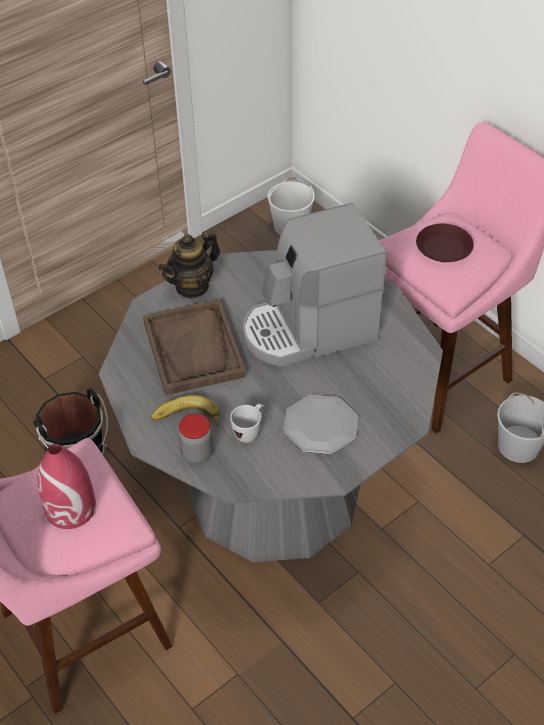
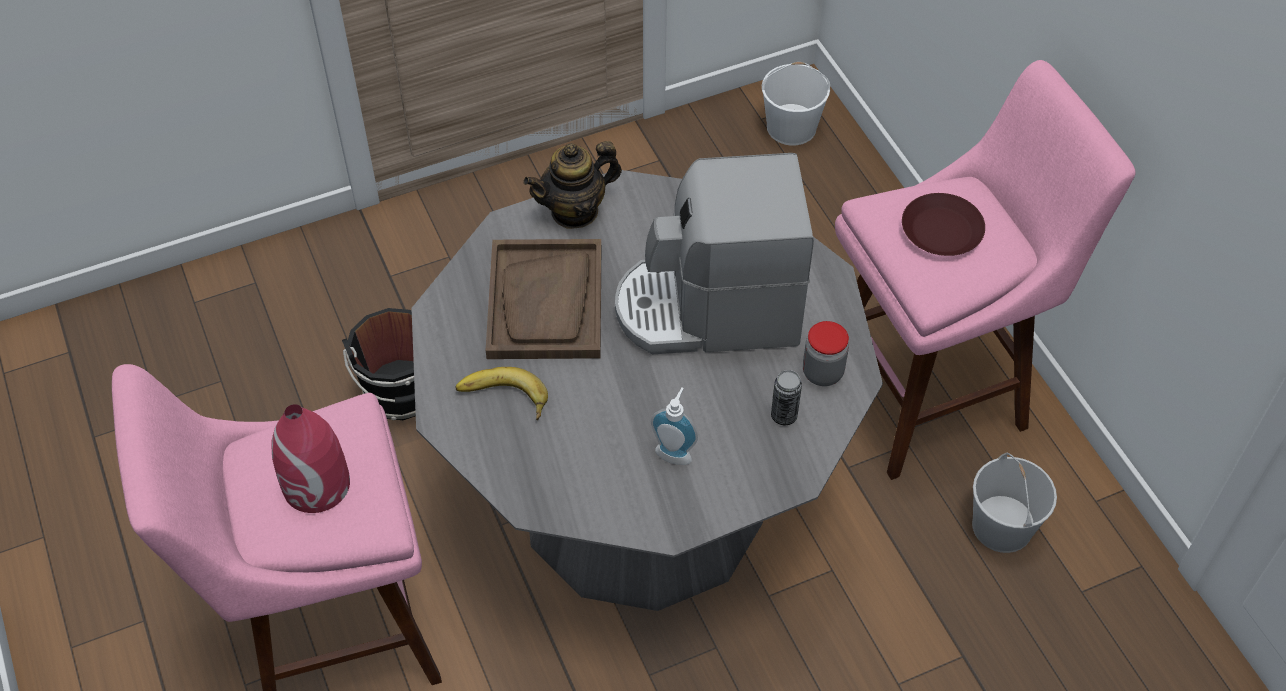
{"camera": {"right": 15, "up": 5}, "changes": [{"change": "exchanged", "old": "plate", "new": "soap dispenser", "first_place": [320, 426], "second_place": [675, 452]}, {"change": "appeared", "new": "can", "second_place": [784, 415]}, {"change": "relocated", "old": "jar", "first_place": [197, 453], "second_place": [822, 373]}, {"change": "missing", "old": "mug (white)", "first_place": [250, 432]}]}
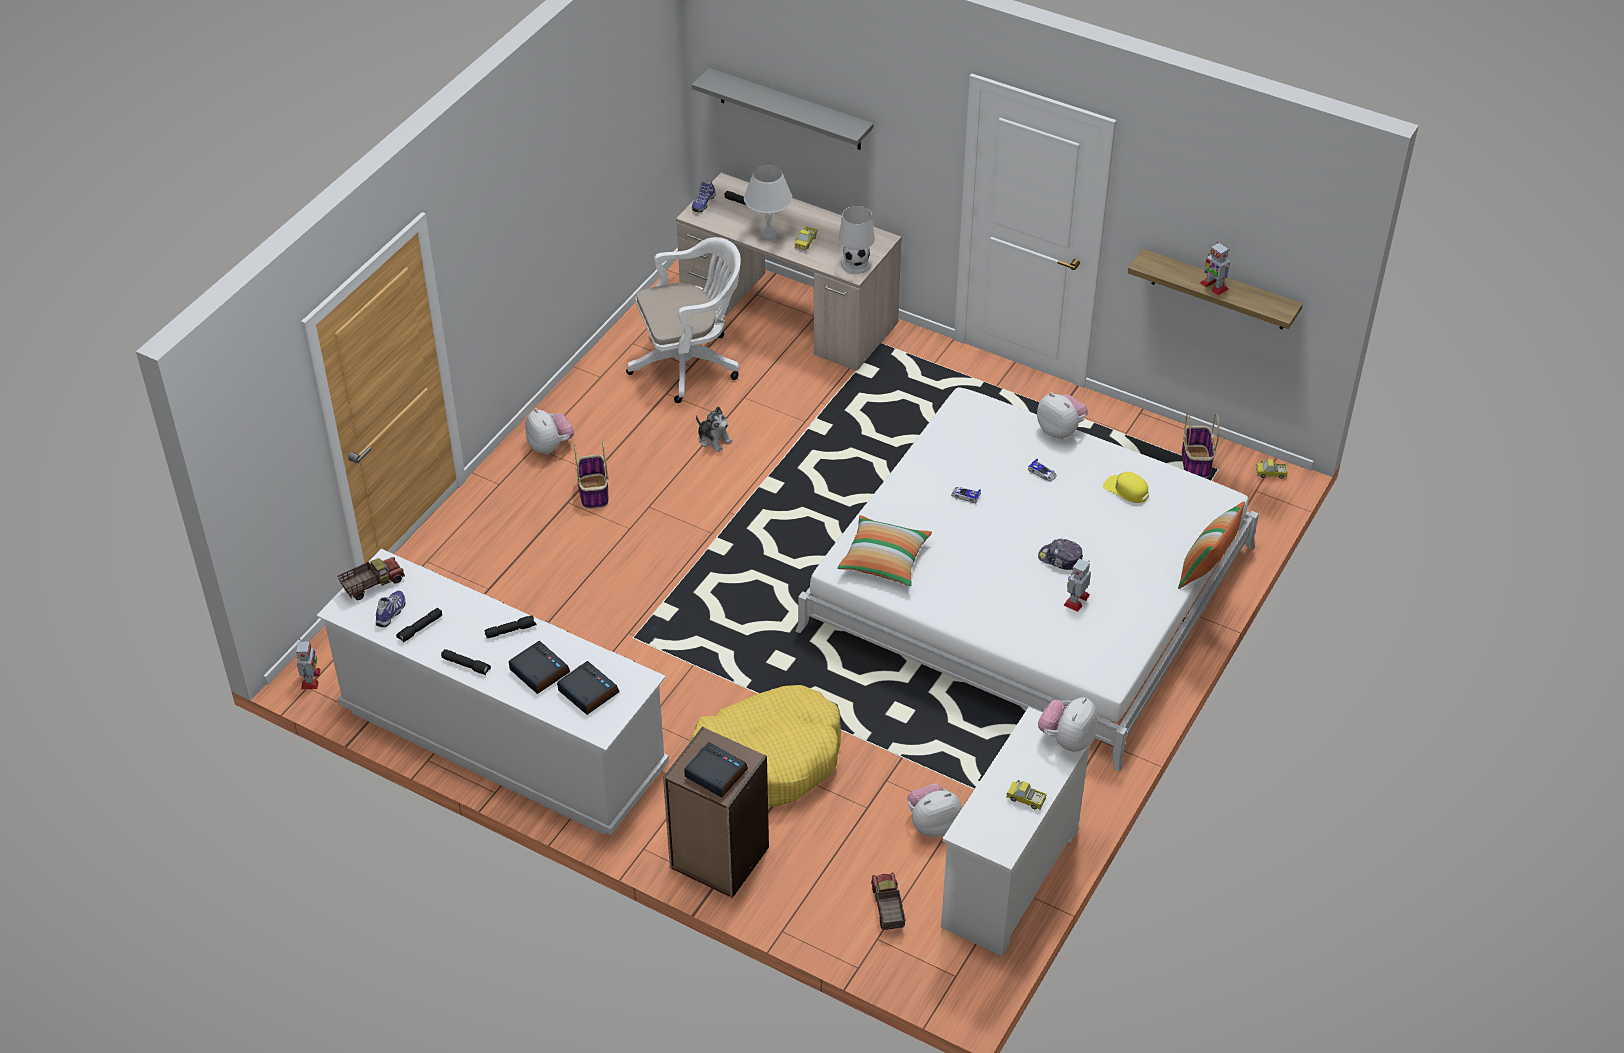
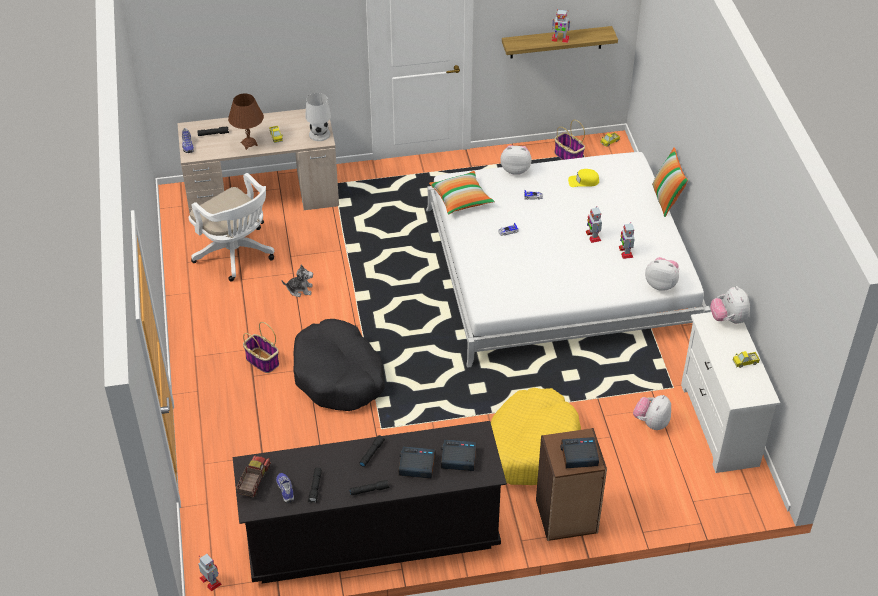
{"camera": {"right": -40, "up": 0}, "changes": [{"change": "spun", "old": "office chair (white)", "first_place": [690, 363], "second_place": [236, 254], "degrees": 105}, {"change": "colour", "old": "table lamp (white)", "new": "table lamp (brown)", "first_place": [768, 235], "second_place": [249, 144]}, {"change": "colour", "old": "dresser (white)", "new": "dresser (black)", "first_place": [503, 739], "second_place": [372, 535]}, {"change": "appeared", "new": "dog bed (black)", "second_place": [338, 375]}, {"change": "relocated", "old": "pillow", "first_place": [884, 560], "second_place": [461, 199]}, {"change": "exchanged", "old": "cap", "new": "toy robot", "first_place": [1060, 559], "second_place": [593, 236]}, {"change": "relocated", "old": "plush toy", "first_place": [550, 446], "second_place": [661, 284]}, {"change": "missing", "old": "shelf (grey)", "first_place": [790, 110]}, {"change": "missing", "old": "toy truck", "first_place": [887, 908]}]}
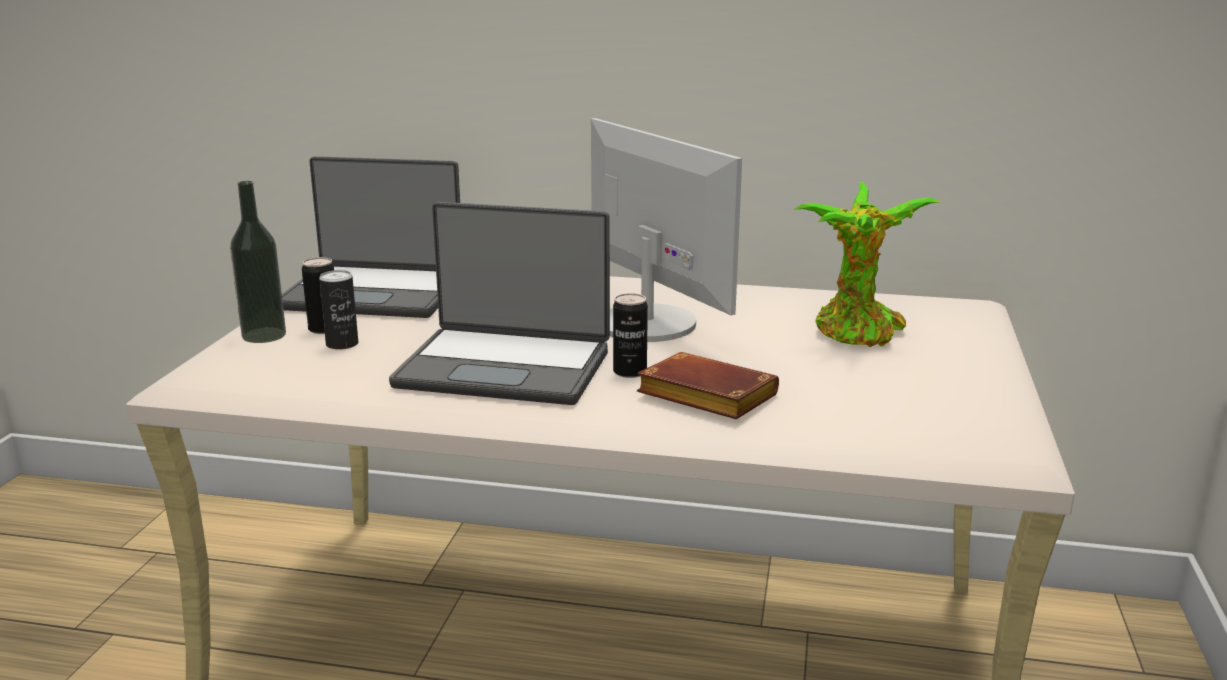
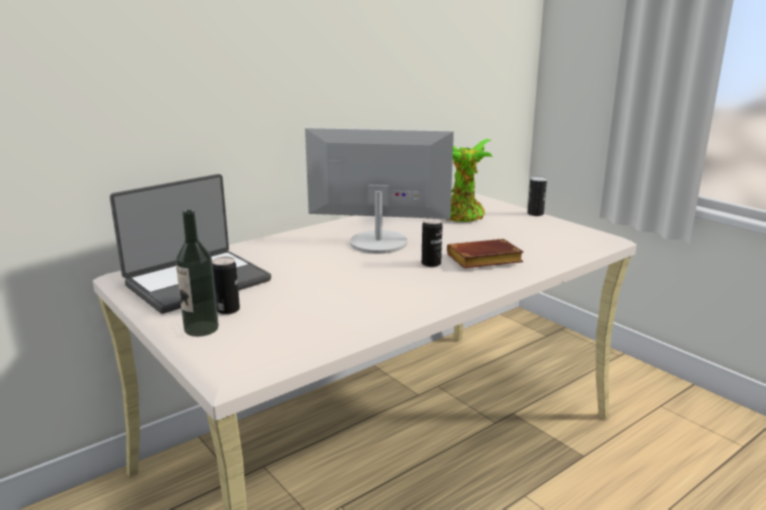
{"camera": {"right": -50, "up": 0}, "changes": [{"change": "relocated", "old": "can", "first_place": [342, 344], "second_place": [535, 214]}, {"change": "missing", "old": "laptop", "first_place": [505, 367]}]}
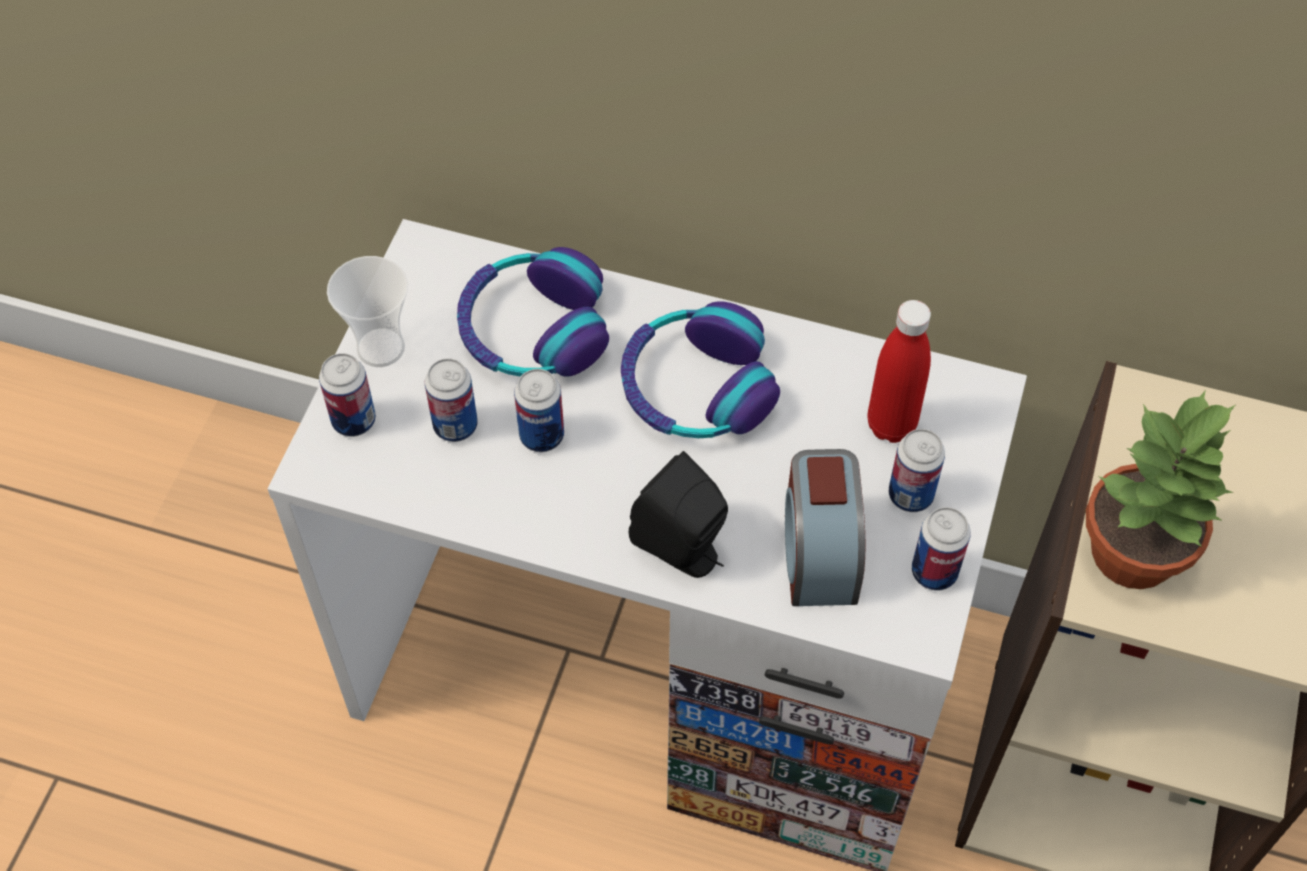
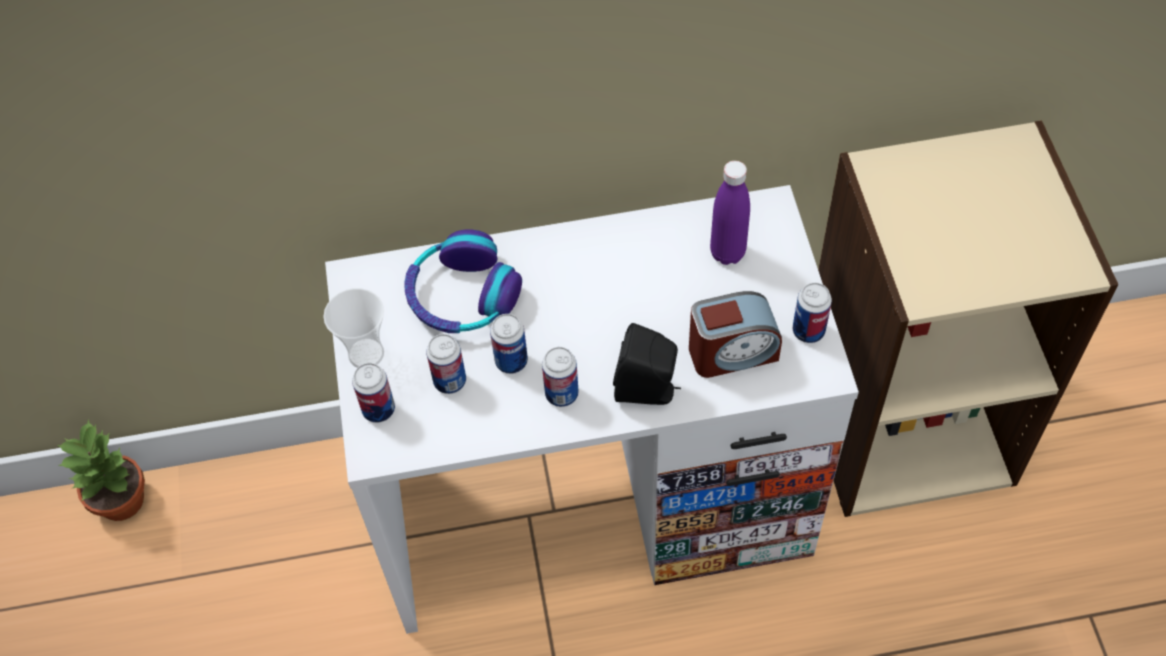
{"camera": {"right": -25, "up": 0}, "changes": [{"change": "relocated", "old": "potted plant", "first_place": [1135, 553], "second_place": [123, 500]}, {"change": "relocated", "old": "can", "first_place": [910, 495], "second_place": [561, 394]}, {"change": "spun", "old": "alarm clock", "first_place": [819, 552], "second_place": [732, 352], "degrees": -75}, {"change": "colour", "old": "bottle (red)", "new": "bottle (purple)", "first_place": [891, 425], "second_place": [727, 253]}, {"change": "missing", "old": "headphones", "first_place": [696, 388]}]}
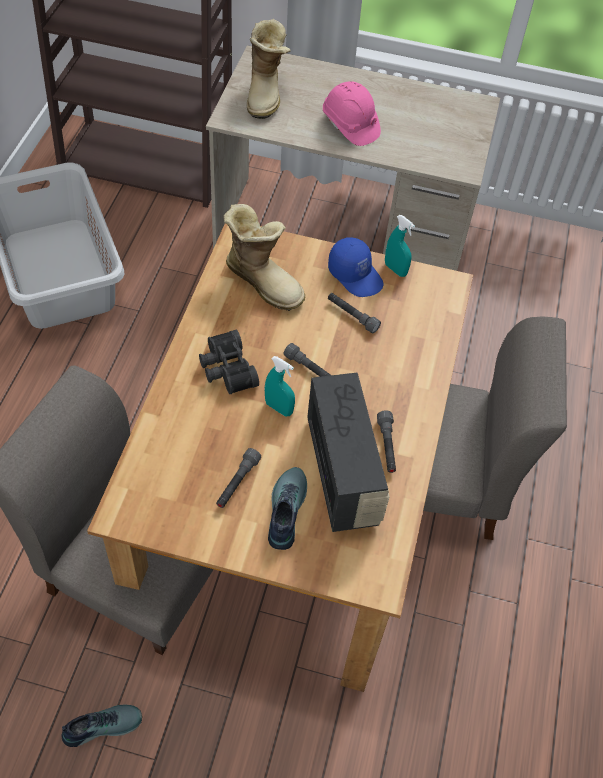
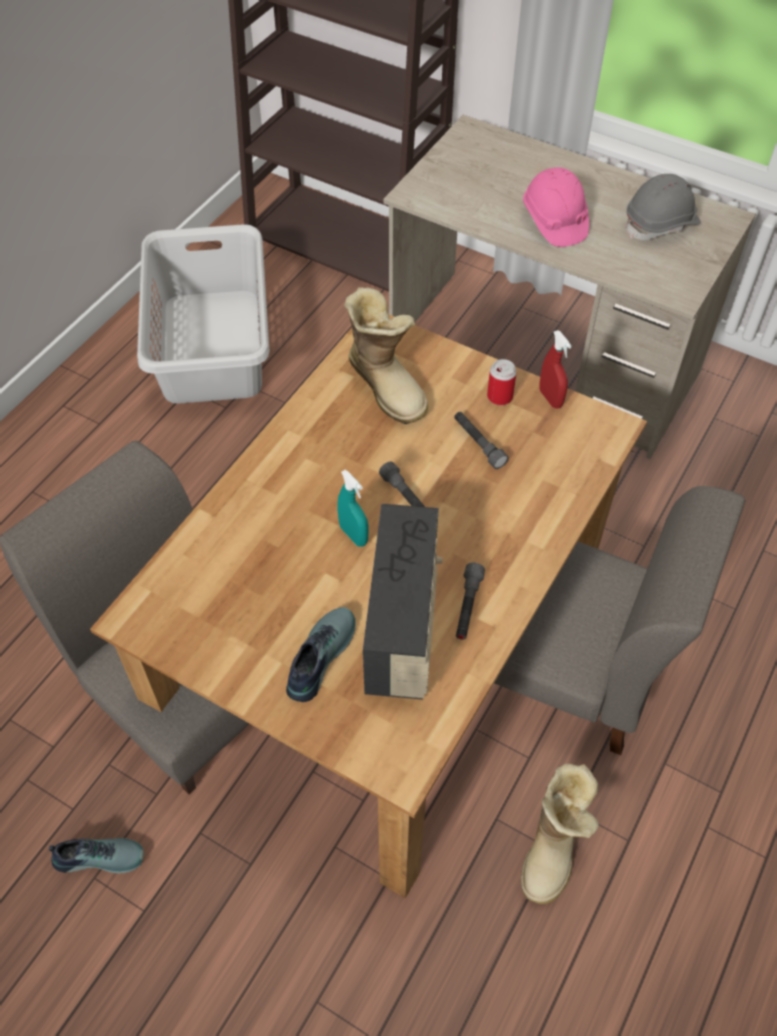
{"camera": {"right": 20, "up": 0}, "changes": [{"change": "exchanged", "old": "cap (blue)", "new": "can", "first_place": [356, 275], "second_place": [499, 396]}, {"change": "relocated", "old": "boot", "first_place": [266, 94], "second_place": [554, 847]}, {"change": "colour", "old": "spray bottle (turquoise)", "new": "spray bottle (red)", "first_place": [395, 269], "second_place": [550, 398]}, {"change": "appeared", "new": "hard hat (grey)", "second_place": [661, 224]}, {"change": "missing", "old": "binoculars (black)", "first_place": [226, 369]}, {"change": "missing", "old": "flashlight (grey)", "first_place": [237, 483]}]}
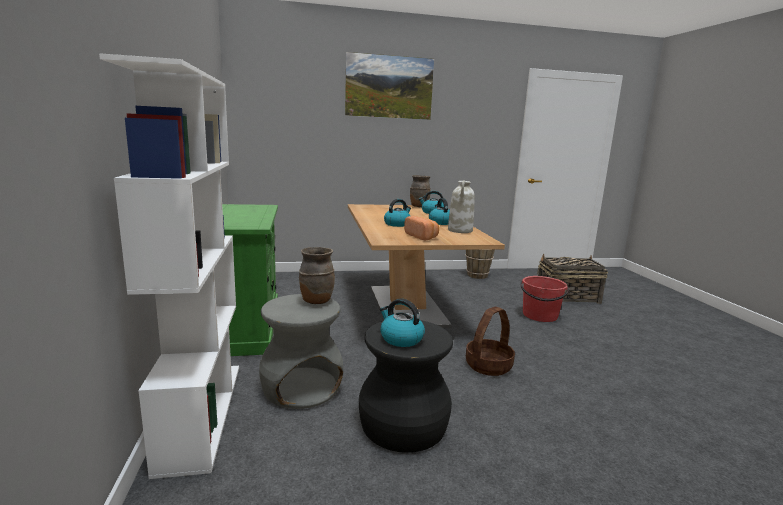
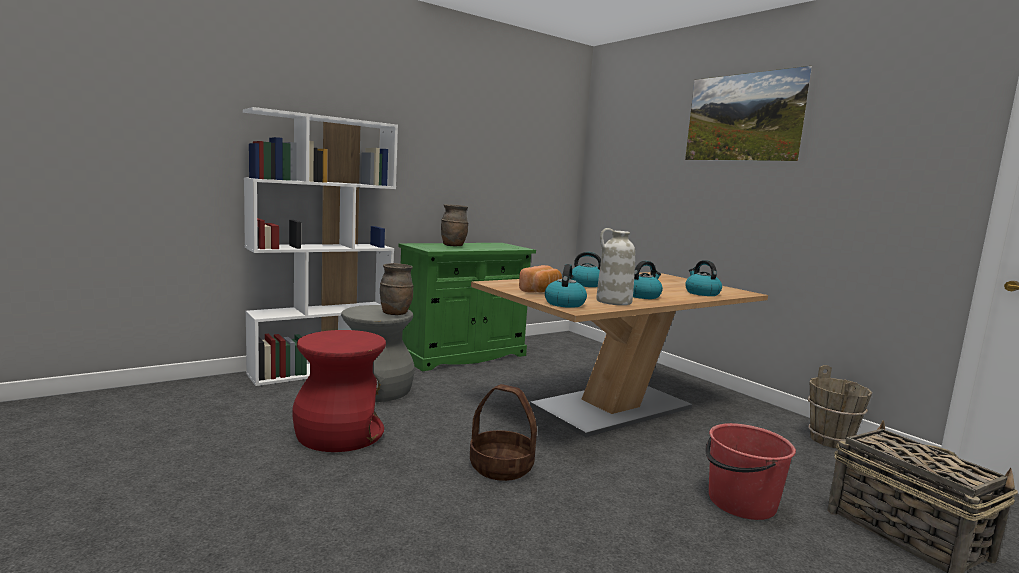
{"camera": {"right": 65, "up": -5}, "changes": [{"change": "colour", "old": "stool (black)", "new": "stool (red)", "first_place": [402, 426], "second_place": [339, 434]}, {"change": "relocated", "old": "vase (brown)", "first_place": [419, 206], "second_place": [453, 246]}, {"change": "relocated", "old": "kettle", "first_place": [400, 338], "second_place": [564, 303]}]}
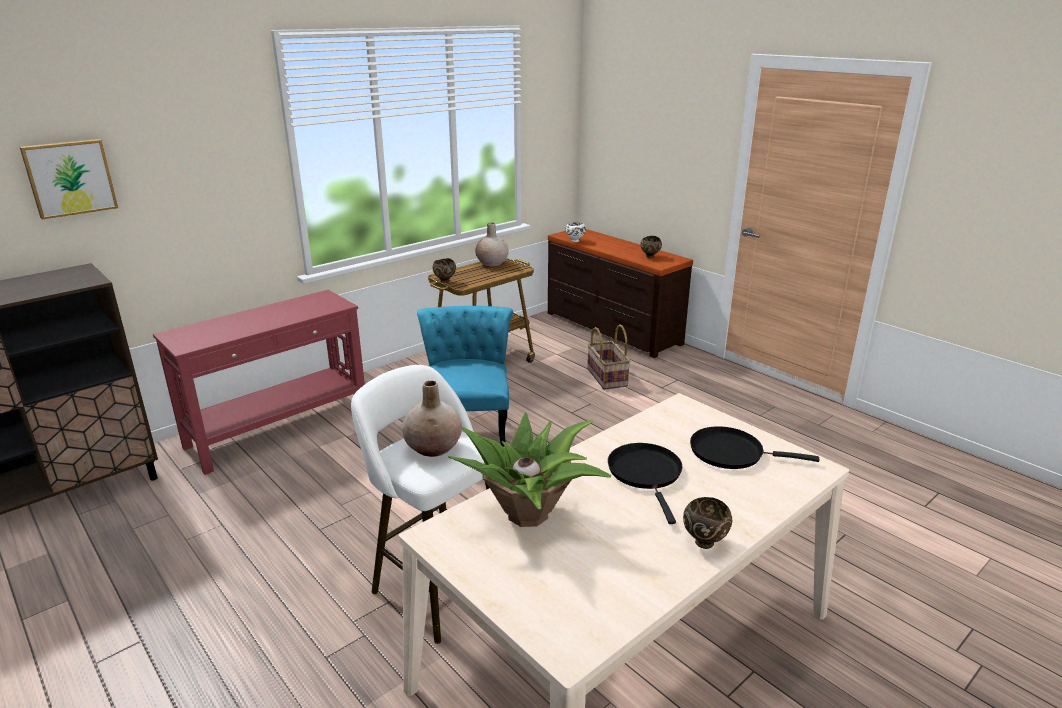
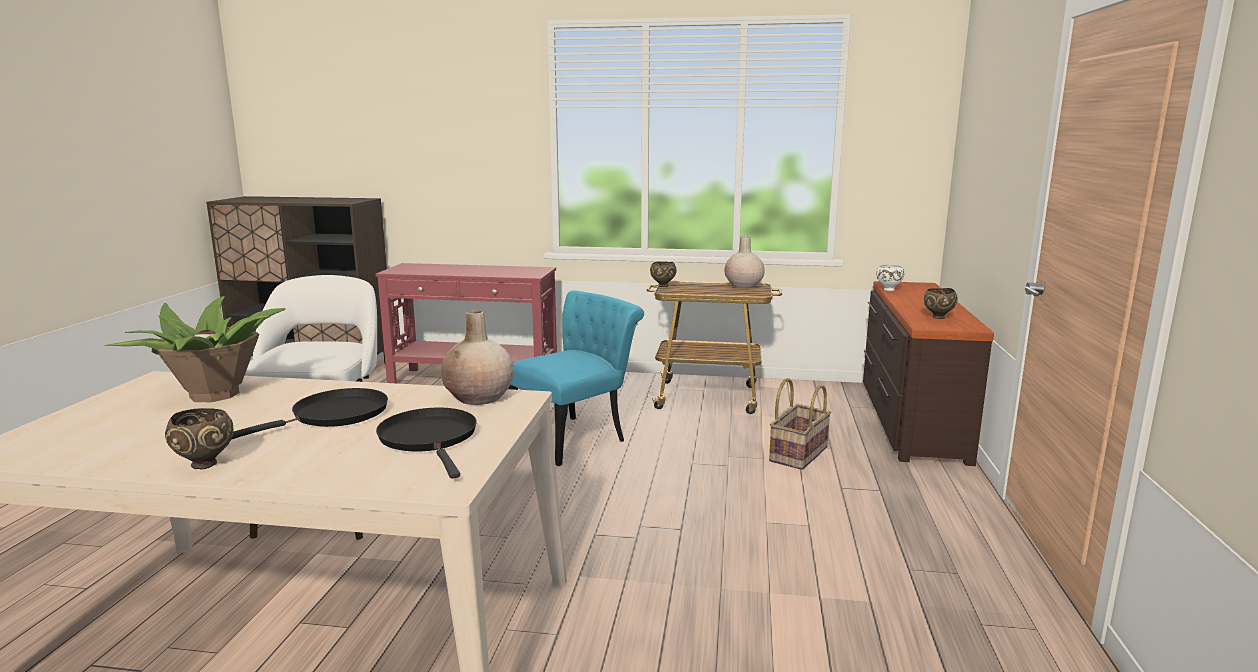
{"camera": {"right": 50, "up": -10}, "changes": [{"change": "relocated", "old": "vase (beige)", "first_place": [434, 447], "second_place": [479, 397]}, {"change": "missing", "old": "picture", "first_place": [70, 178]}]}
